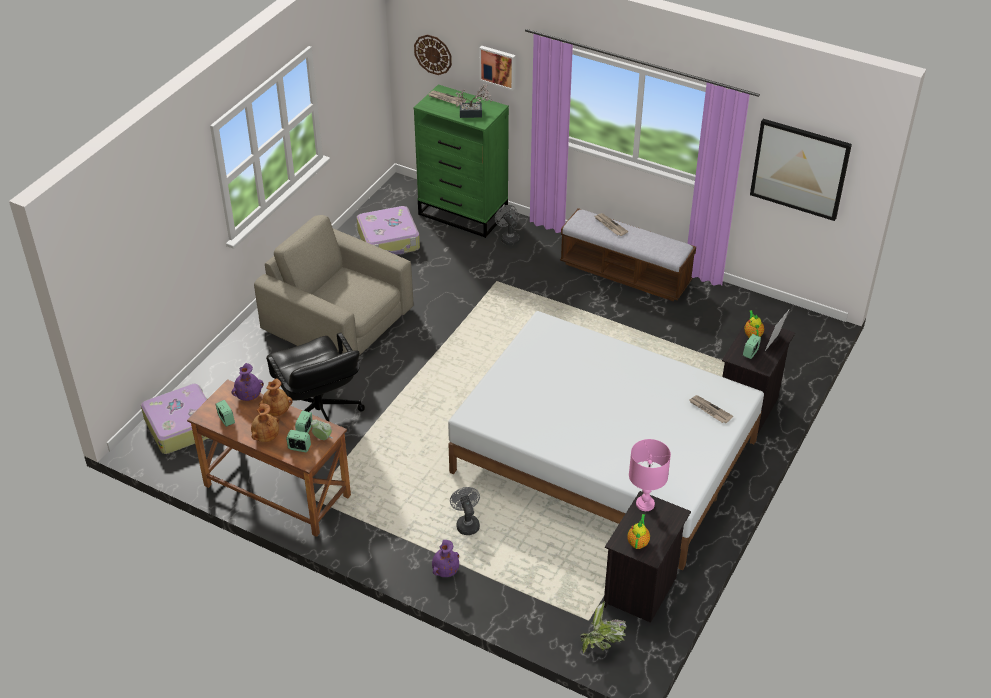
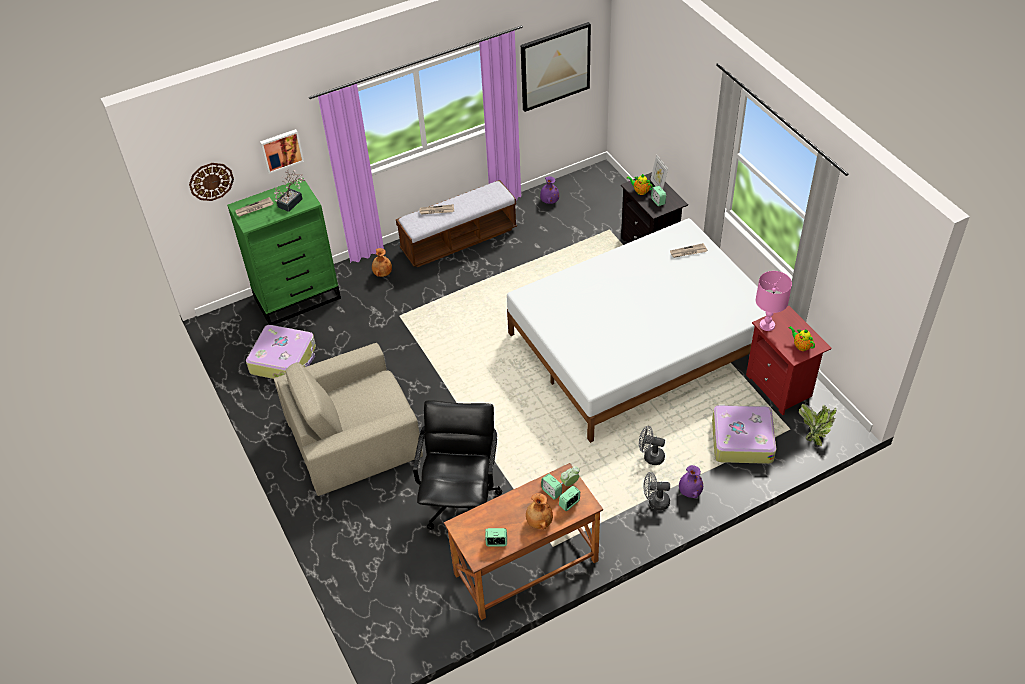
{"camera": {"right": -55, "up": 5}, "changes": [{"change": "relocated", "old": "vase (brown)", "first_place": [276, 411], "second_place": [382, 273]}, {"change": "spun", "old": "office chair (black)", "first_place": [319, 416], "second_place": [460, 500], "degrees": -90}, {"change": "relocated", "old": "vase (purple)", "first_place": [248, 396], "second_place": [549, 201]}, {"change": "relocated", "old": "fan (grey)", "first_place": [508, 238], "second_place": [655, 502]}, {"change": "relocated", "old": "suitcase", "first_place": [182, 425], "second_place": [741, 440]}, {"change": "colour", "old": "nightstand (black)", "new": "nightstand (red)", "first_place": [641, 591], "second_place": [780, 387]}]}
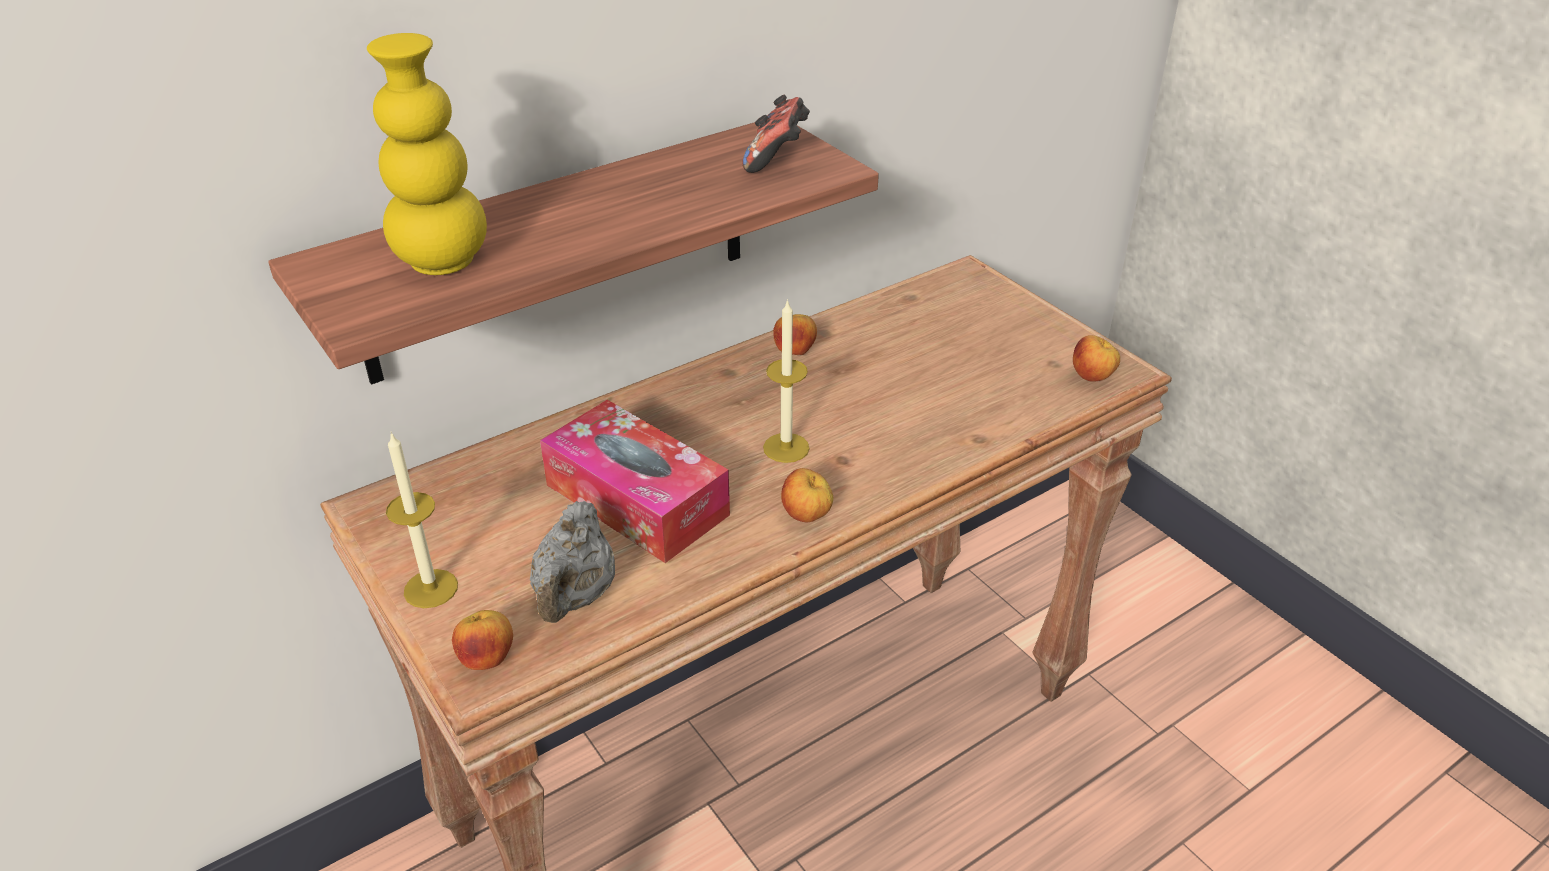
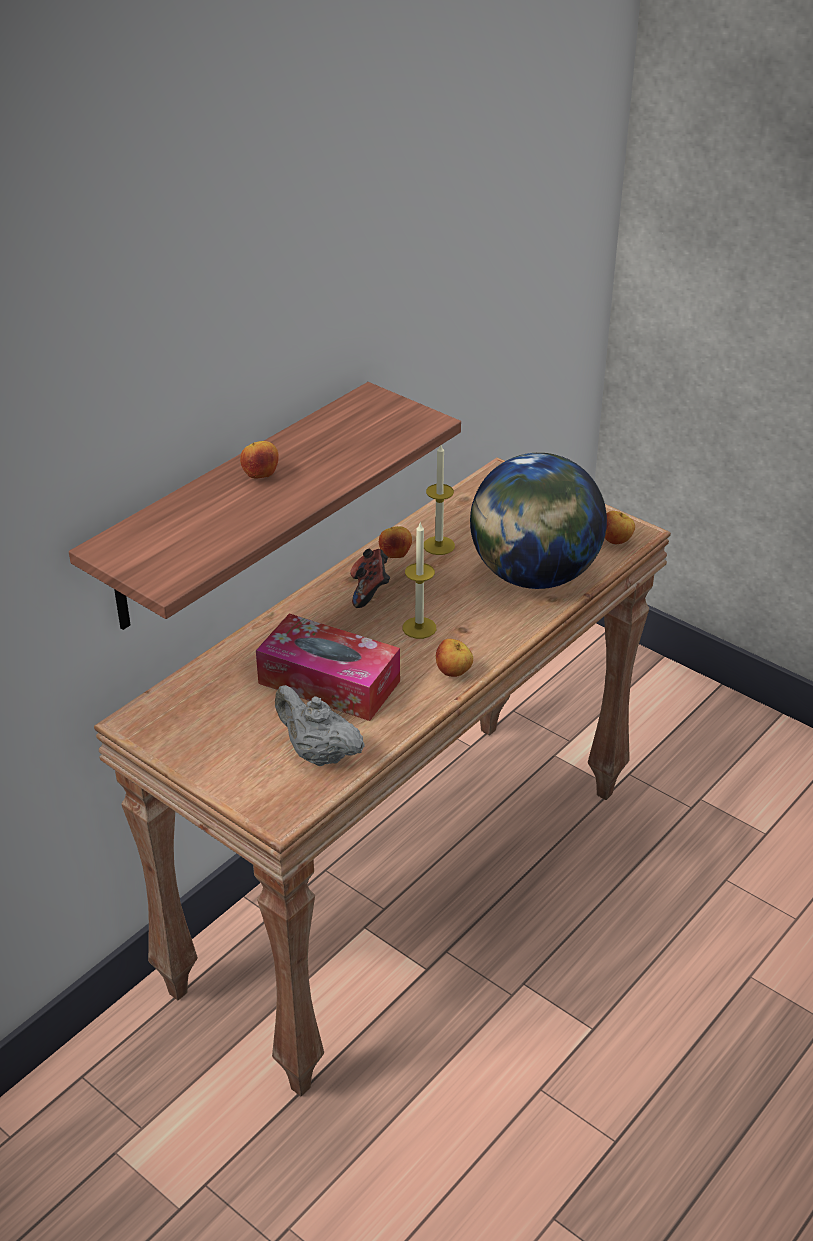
{"camera": {"right": -15, "up": 0}, "changes": [{"change": "relocated", "old": "apple", "first_place": [487, 659], "second_place": [260, 476]}, {"change": "spun", "old": "teapot (grey)", "first_place": [575, 597], "second_place": [318, 753], "degrees": 135}, {"change": "relocated", "old": "game controller", "first_place": [777, 159], "second_place": [370, 591]}, {"change": "relocated", "old": "candle", "first_place": [431, 588], "second_place": [439, 545]}, {"change": "appeared", "new": "globe", "second_place": [533, 576]}, {"change": "missing", "old": "vase (yellow)", "first_place": [442, 262]}]}
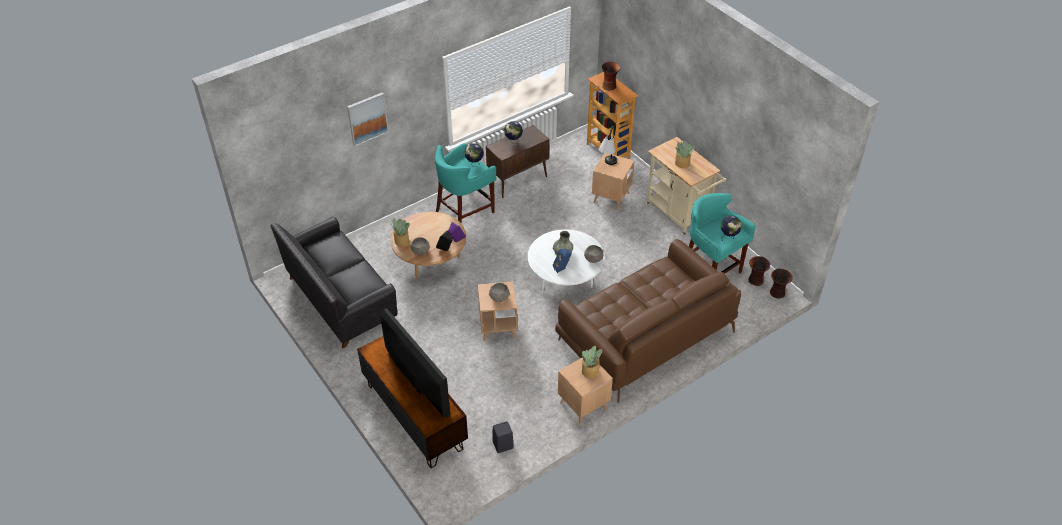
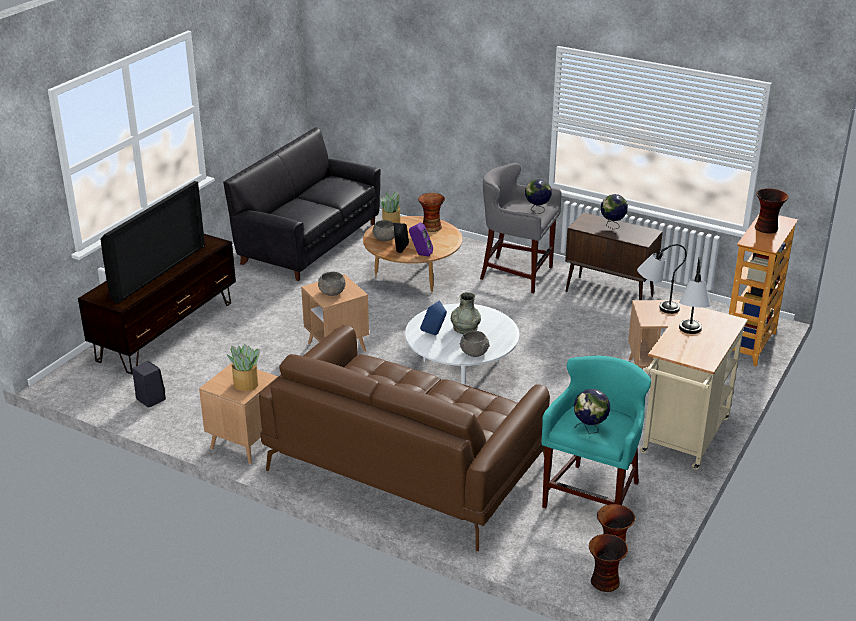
{"camera": {"right": 65, "up": -15}, "changes": [{"change": "appeared", "new": "vase", "second_place": [431, 227]}, {"change": "colour", "old": "stool (turquoise)", "new": "stool (grey)", "first_place": [465, 211], "second_place": [516, 274]}, {"change": "exchanged", "old": "potted plant", "new": "table lamp", "first_place": [682, 164], "second_place": [689, 336]}, {"change": "missing", "old": "picture", "first_place": [367, 118]}]}
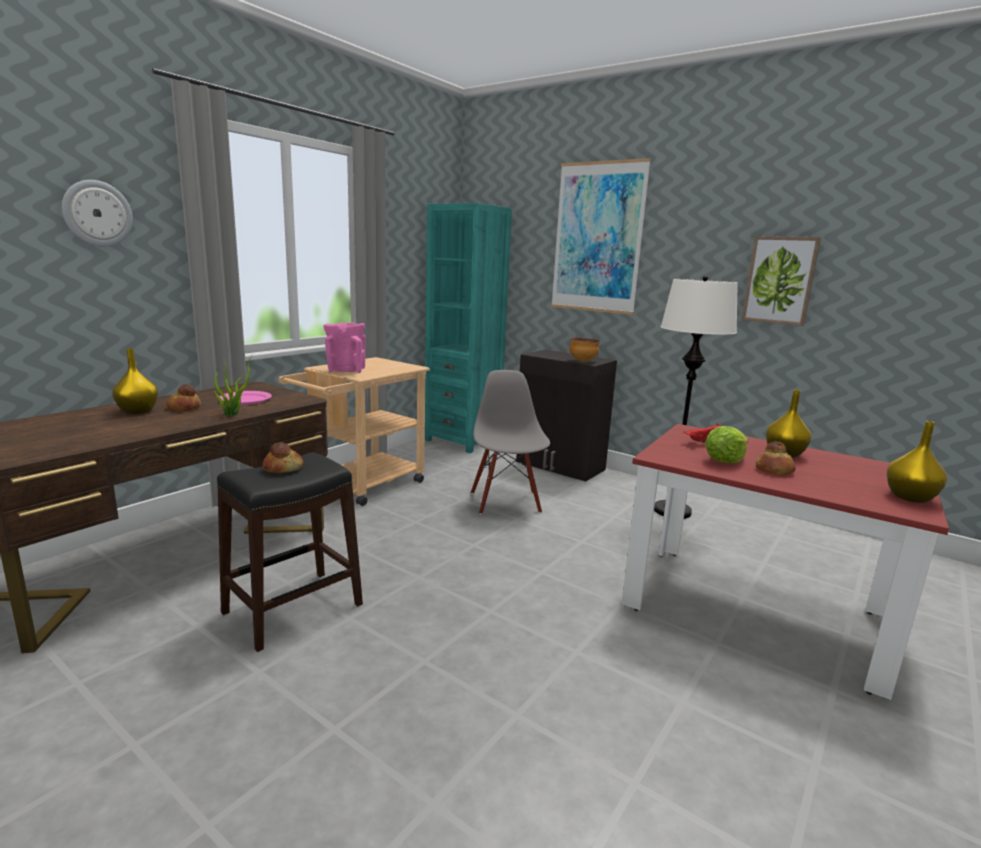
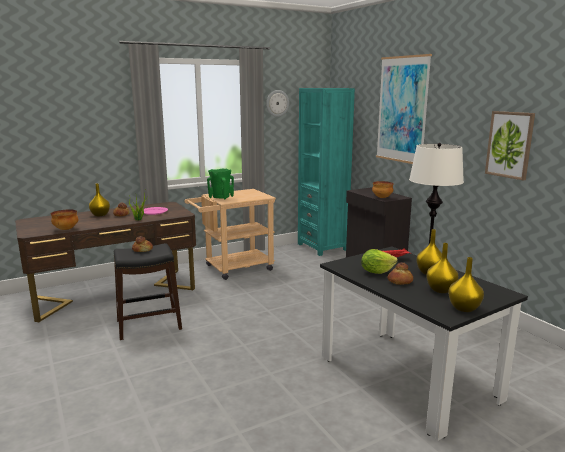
{"camera": {"right": 25, "up": 0}, "changes": [{"change": "appeared", "new": "bowl", "second_place": [66, 229]}, {"change": "colour", "old": "vase (pink)", "new": "vase (green)", "first_place": [346, 371], "second_place": [221, 197]}, {"change": "relocated", "old": "wall clock", "first_place": [97, 213], "second_place": [277, 103]}, {"change": "colour", "old": "dining table (red)", "new": "dining table (black)", "first_place": [754, 611], "second_place": [407, 378]}, {"change": "appeared", "new": "vase (yellow)", "second_place": [441, 290]}, {"change": "missing", "old": "chair (grey)", "first_place": [506, 502]}]}
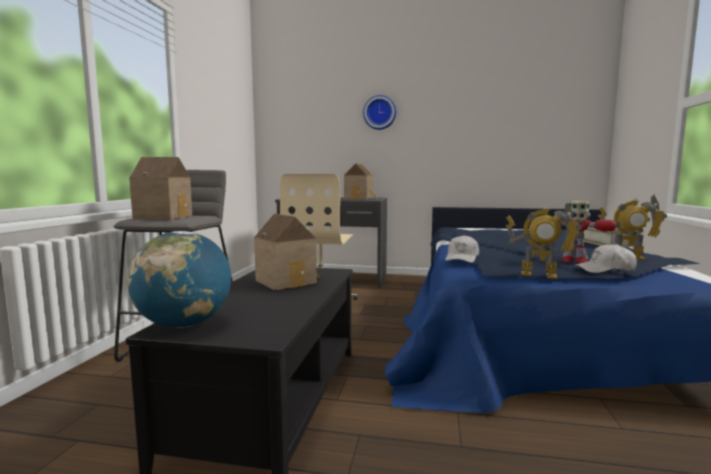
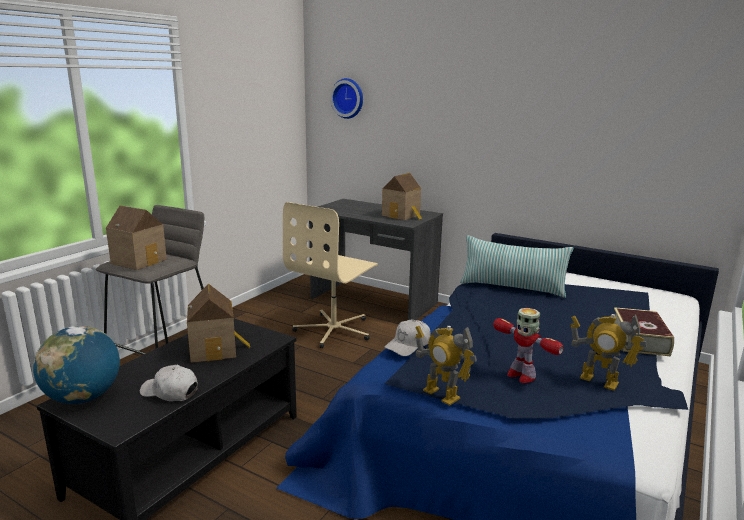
{"camera": {"right": 20, "up": 10}, "changes": [{"change": "relocated", "old": "cap (white)", "first_place": [605, 269], "second_place": [170, 392]}, {"change": "relocated", "old": "wall clock", "first_place": [380, 113], "second_place": [348, 98]}, {"change": "appeared", "new": "pillow", "second_place": [512, 287]}]}
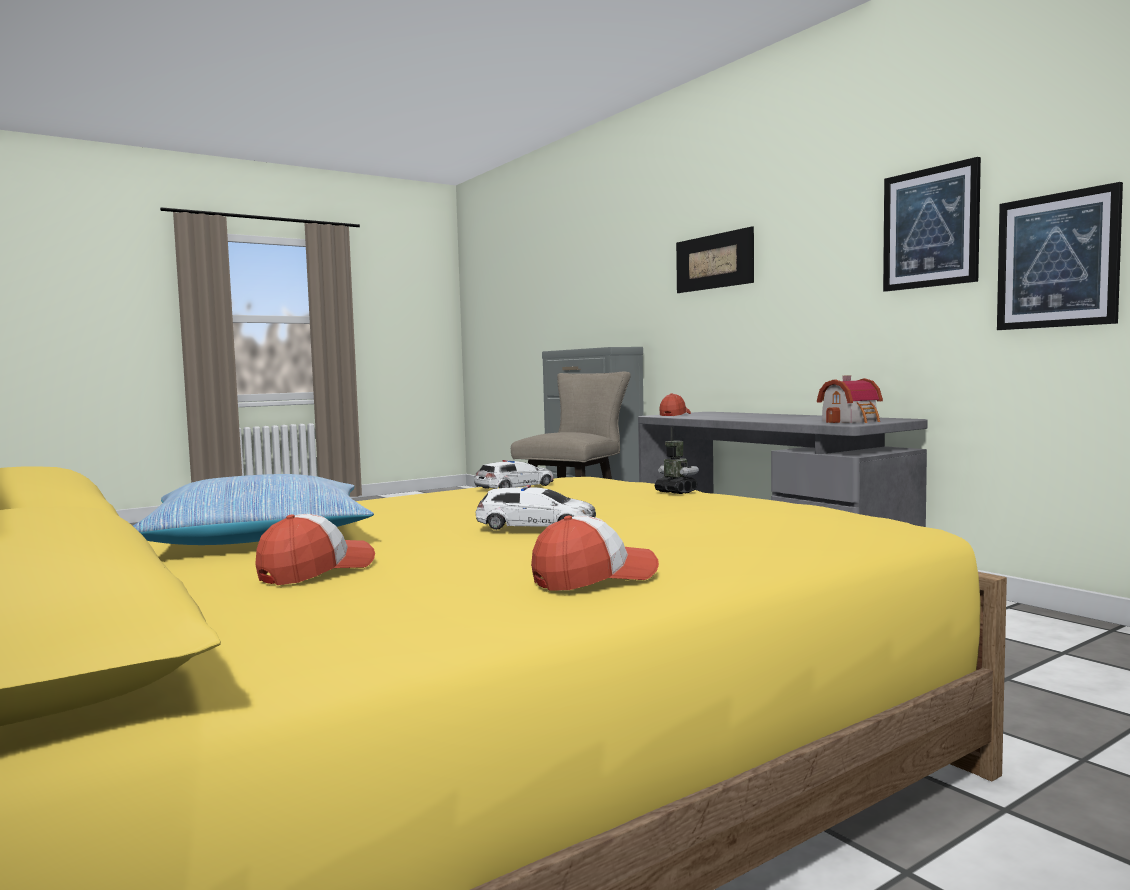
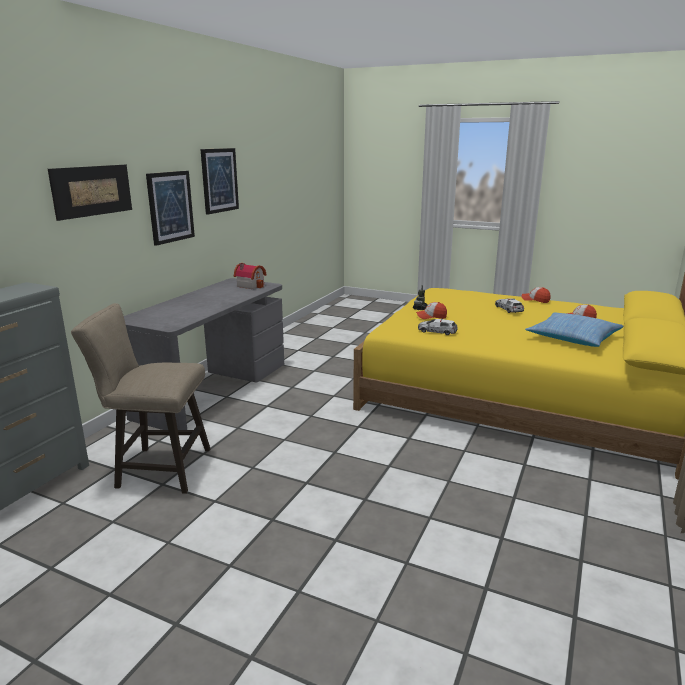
{"camera": {"right": -120, "up": 15}, "changes": [{"change": "relocated", "old": "picture", "first_place": [1057, 261], "second_place": [170, 207]}, {"change": "relocated", "old": "cap", "first_place": [675, 414], "second_place": [431, 317]}]}
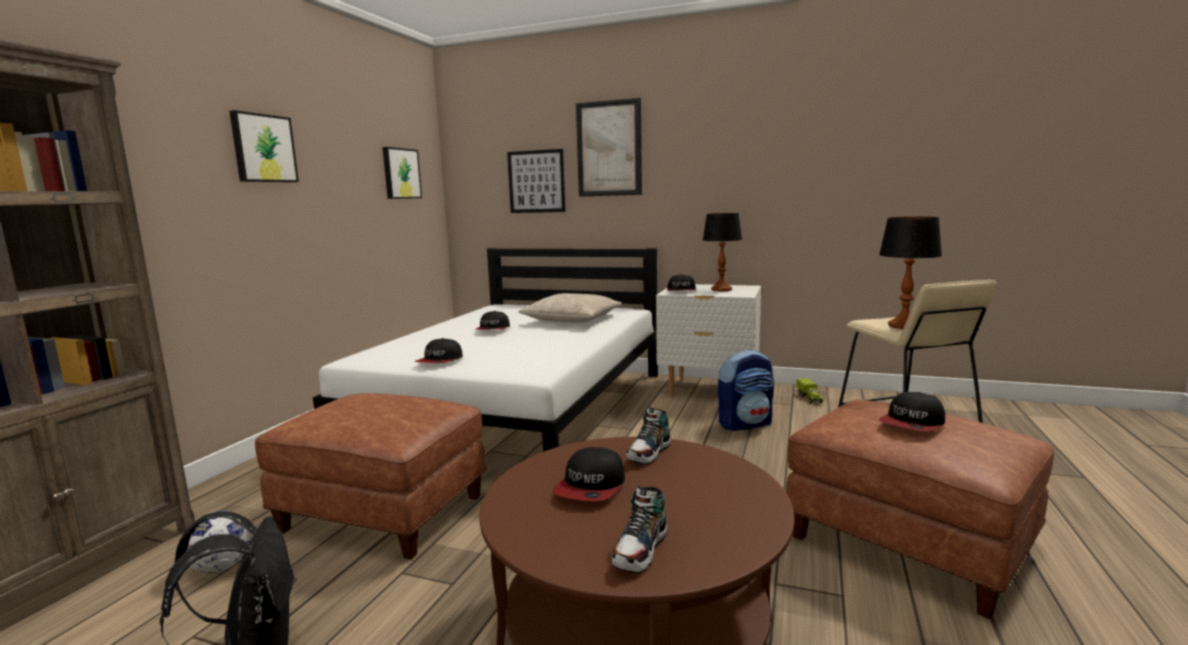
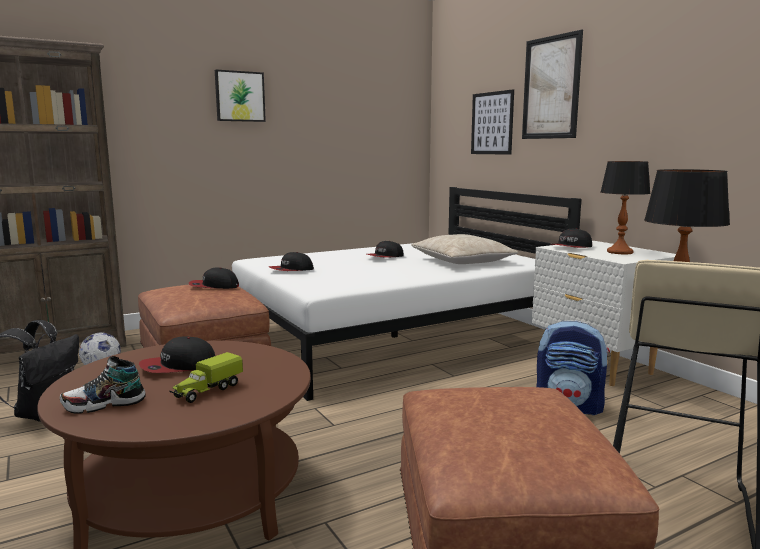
{"camera": {"right": 40, "up": 0}, "changes": [{"change": "relocated", "old": "toy truck", "first_place": [809, 398], "second_place": [207, 391]}, {"change": "relocated", "old": "cap", "first_place": [913, 423], "second_place": [214, 286]}, {"change": "missing", "old": "picture", "first_place": [401, 173]}, {"change": "missing", "old": "shoe", "first_place": [649, 453]}]}
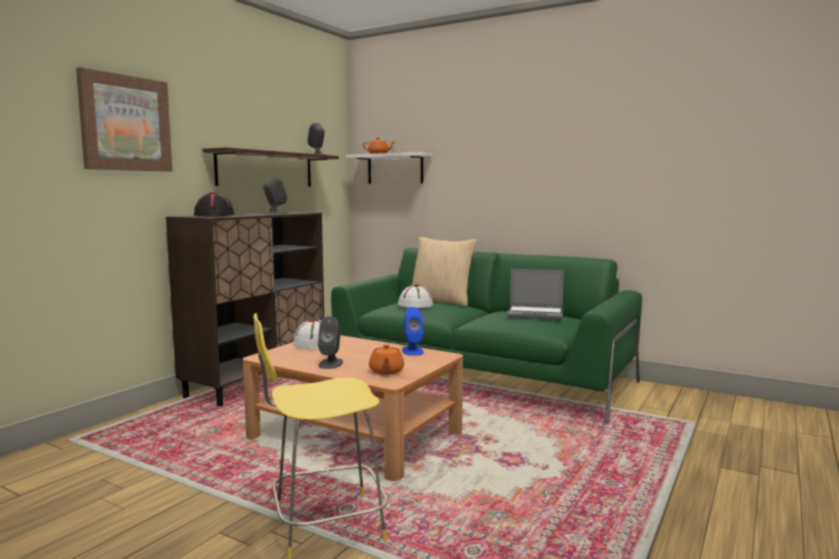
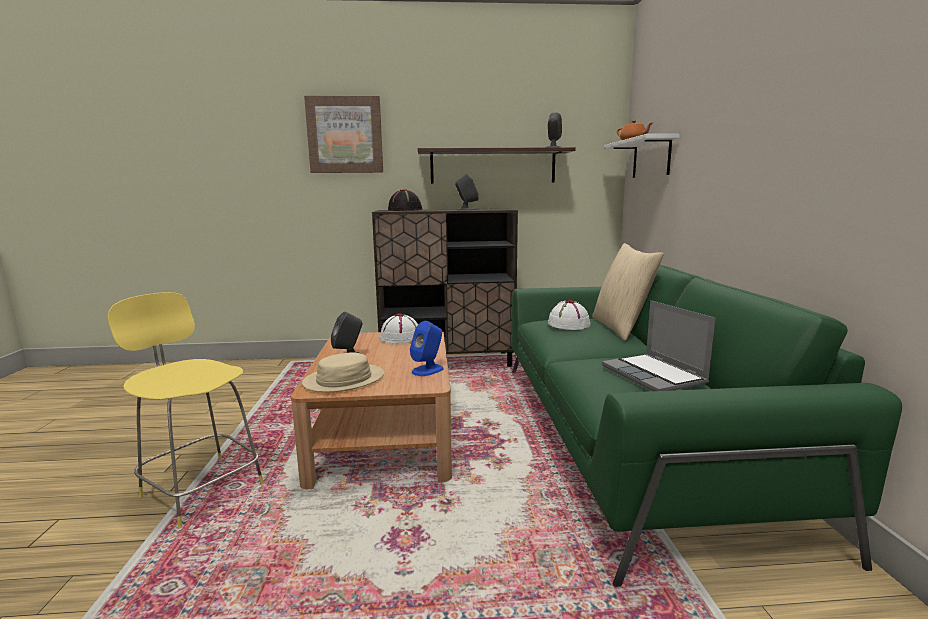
{"camera": {"right": 55, "up": 5}, "changes": [{"change": "exchanged", "old": "teapot (orange)", "new": "hat (beige)", "first_place": [386, 371], "second_place": [344, 380]}]}
